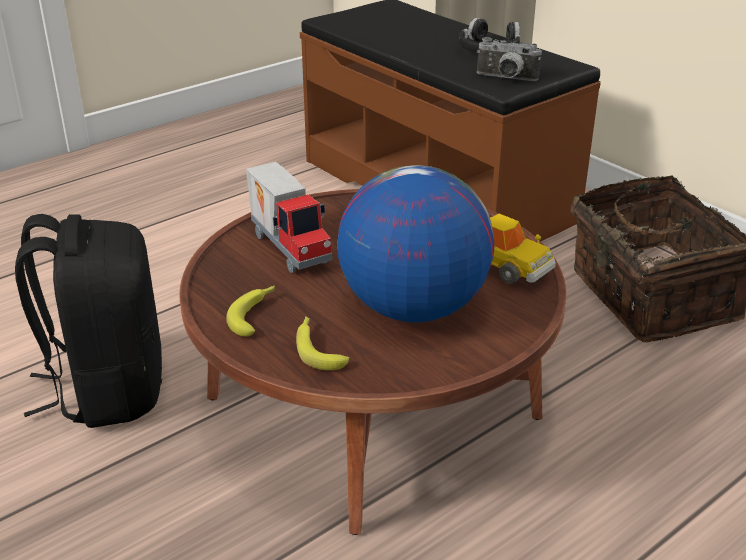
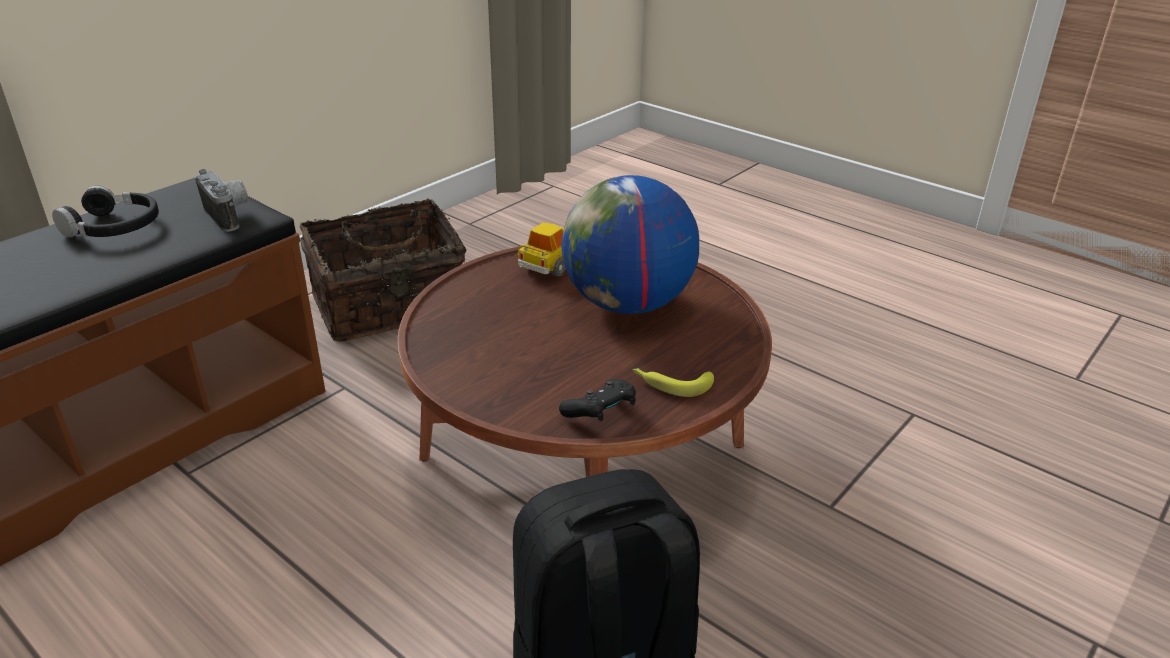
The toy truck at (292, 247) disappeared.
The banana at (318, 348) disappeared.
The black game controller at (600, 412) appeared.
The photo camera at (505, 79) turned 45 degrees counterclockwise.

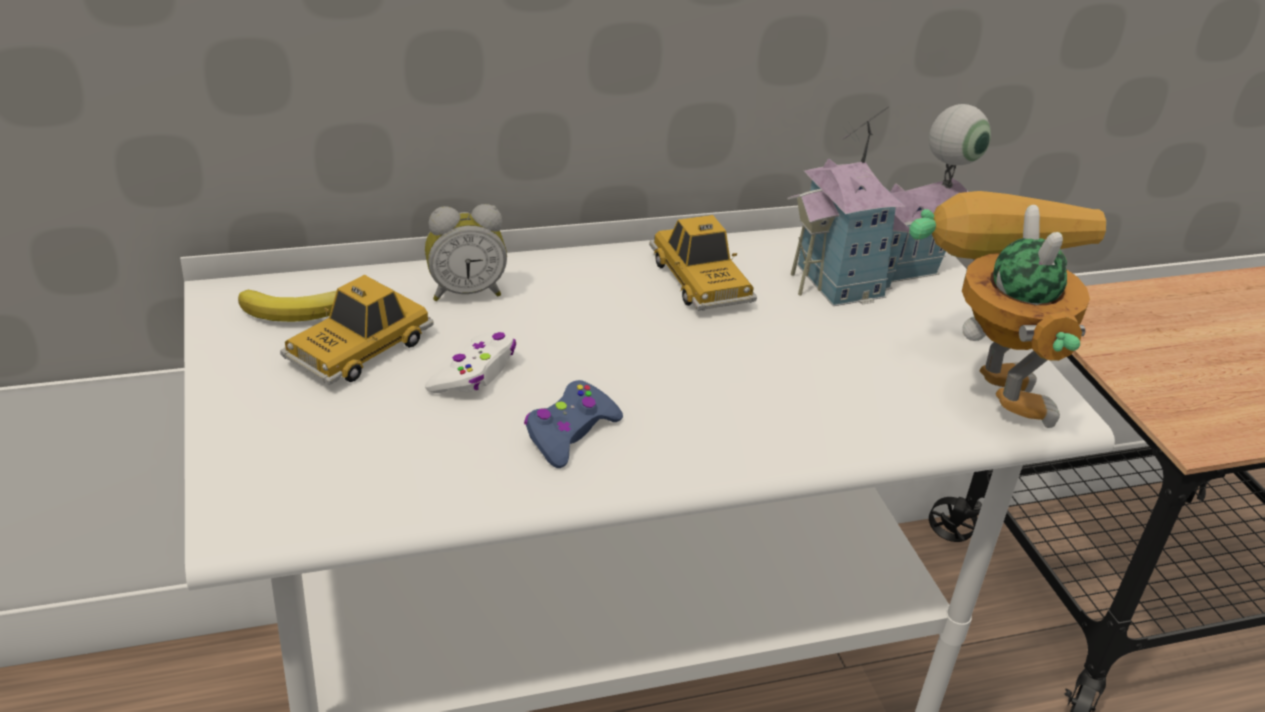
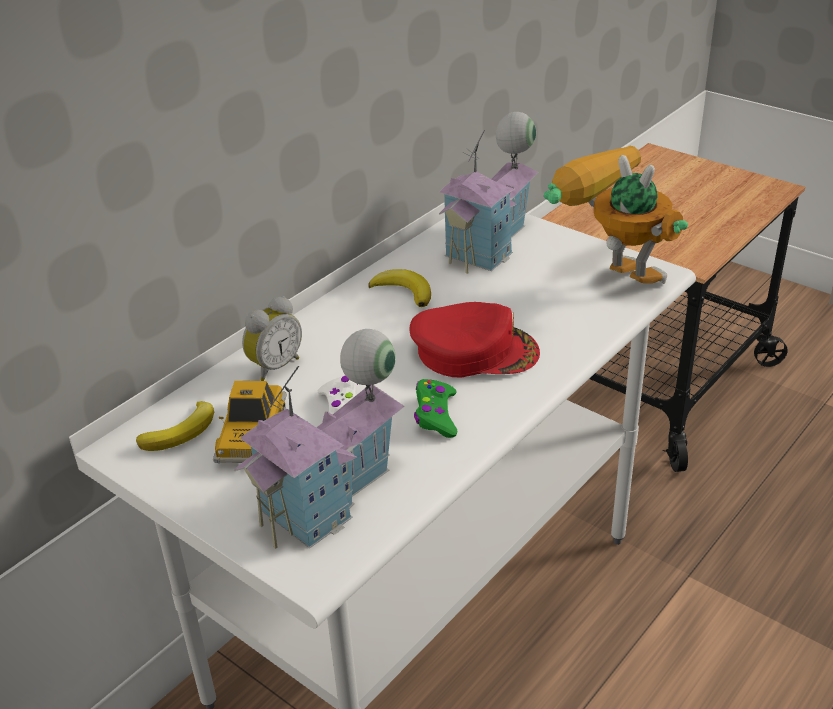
The toy house at (331, 497) appeared.
The red cap at (474, 350) appeared.
The toy car at (700, 281) was replaced by the banana at (404, 291).
The blue game controller at (569, 433) became the green game controller at (436, 415).

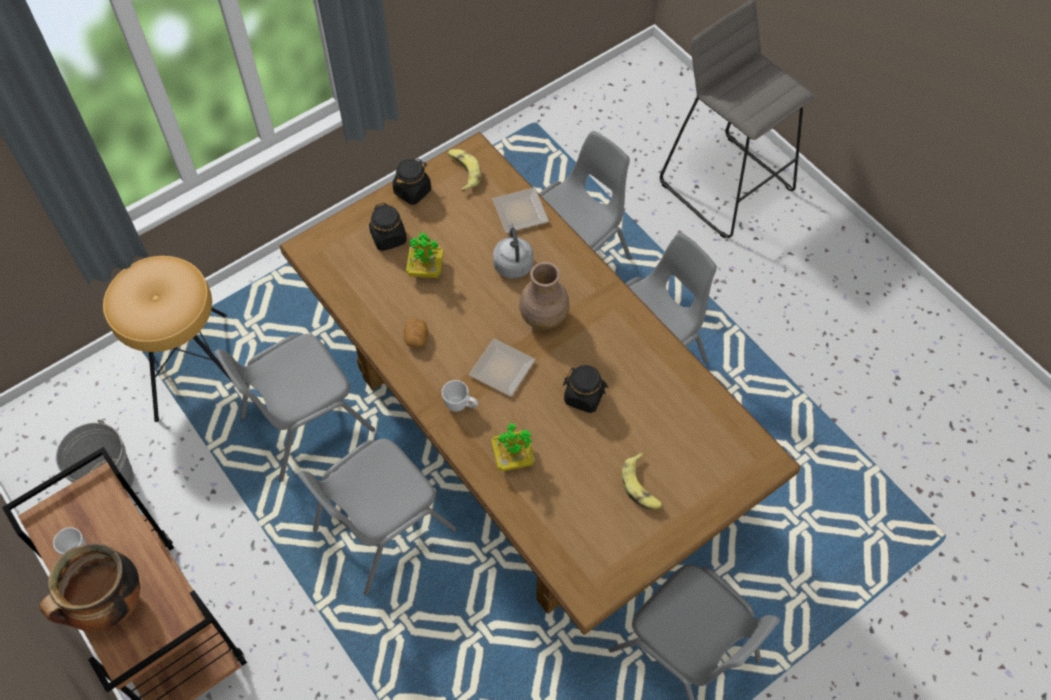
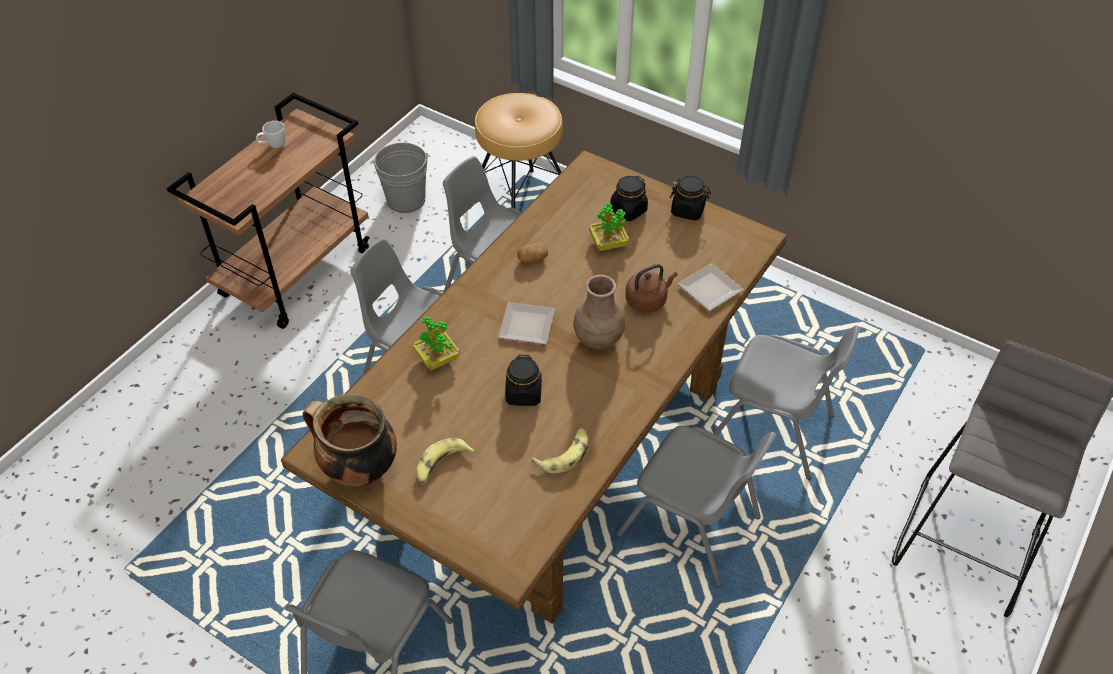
The white mug at (461, 406) disappeared.
The cooking pot moved from (109, 606) to (358, 470).
The banana moved from (463, 172) to (565, 454).
The grey kettle at (513, 263) became the brown kettle at (647, 300).

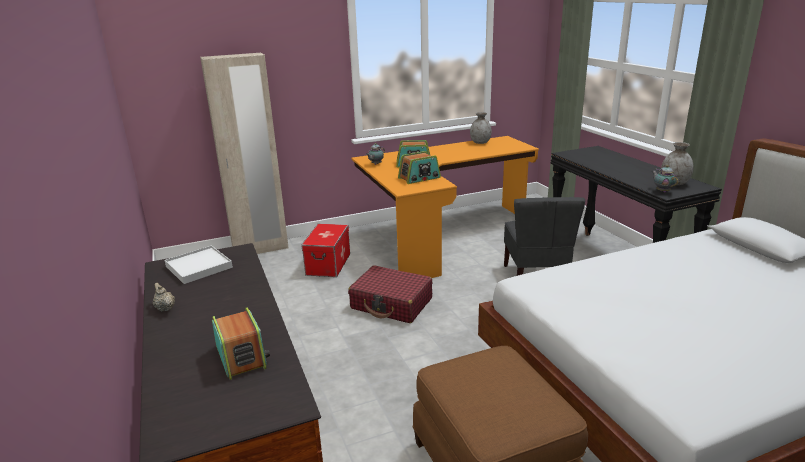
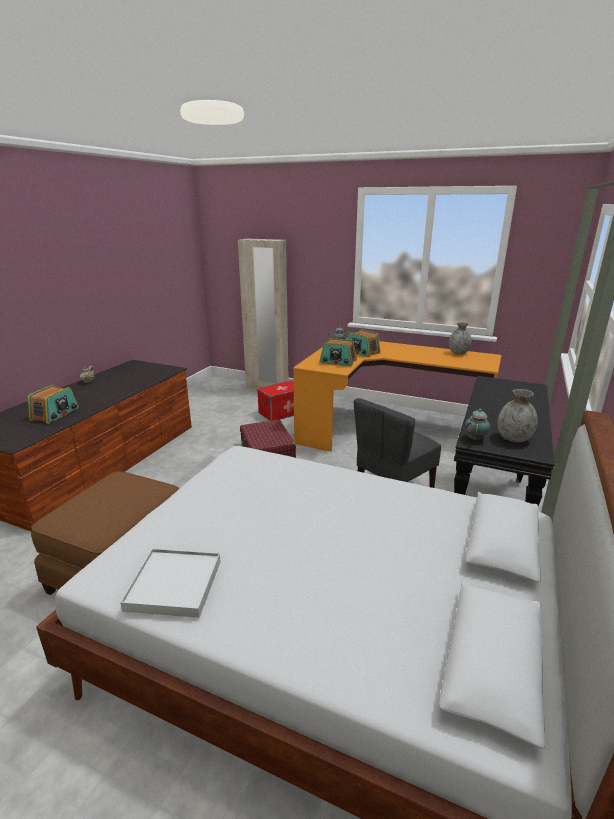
The white tray moved from (199, 267) to (174, 585).

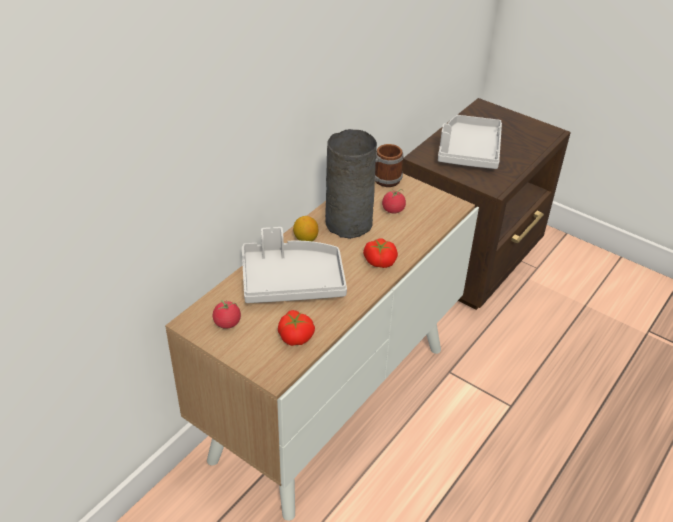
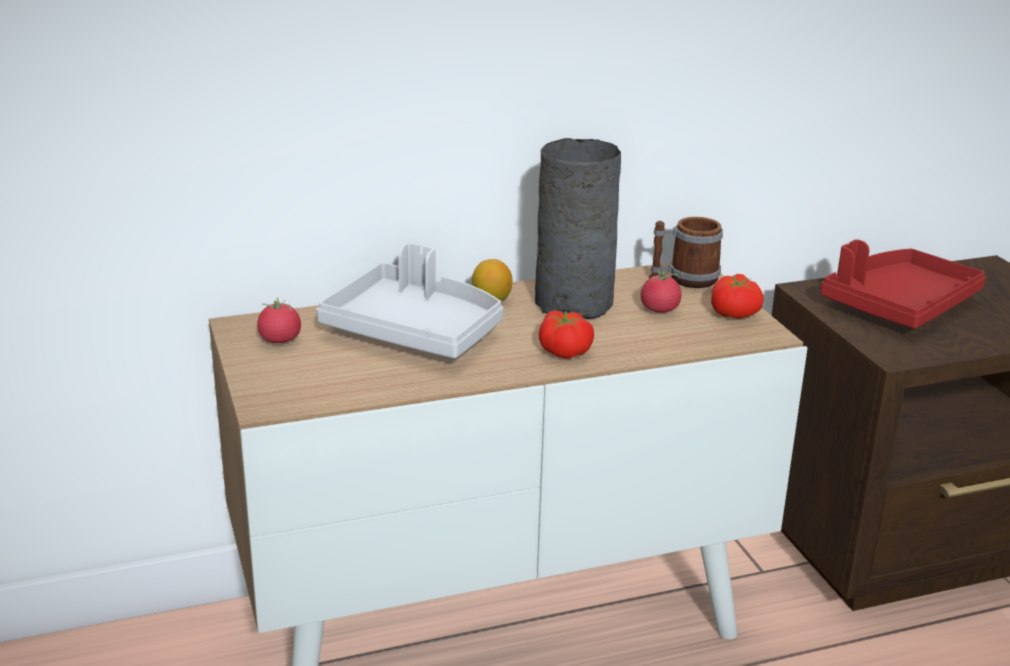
The tomato moved from (296, 336) to (735, 313).
The grey tray at (468, 151) became the red tray at (898, 305).

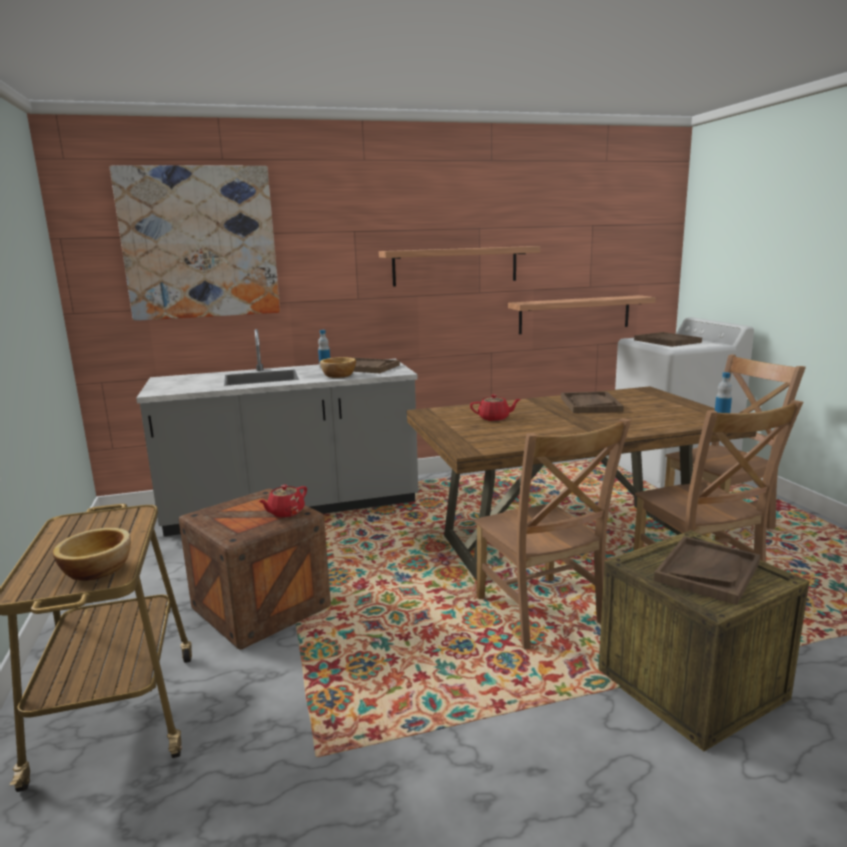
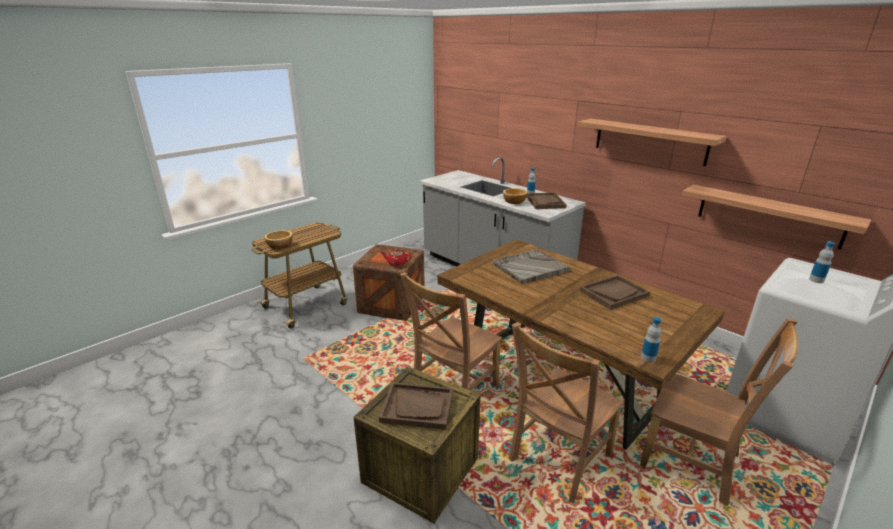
The picture at (200, 243) disappeared.
The red teapot at (494, 418) was replaced by the grey tray at (529, 267).
The brown tray at (667, 341) was replaced by the bottle at (816, 280).

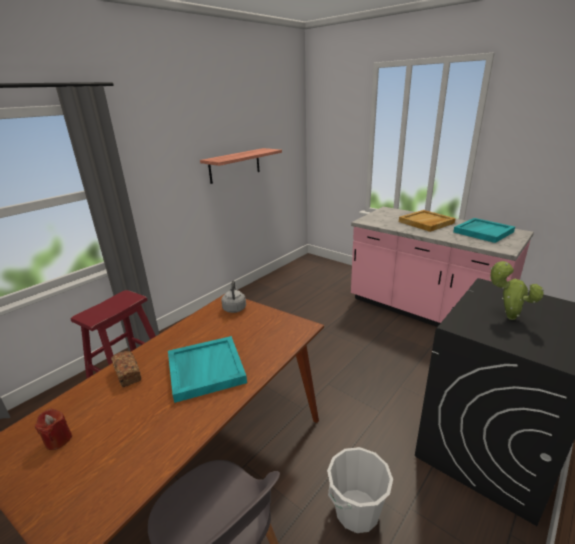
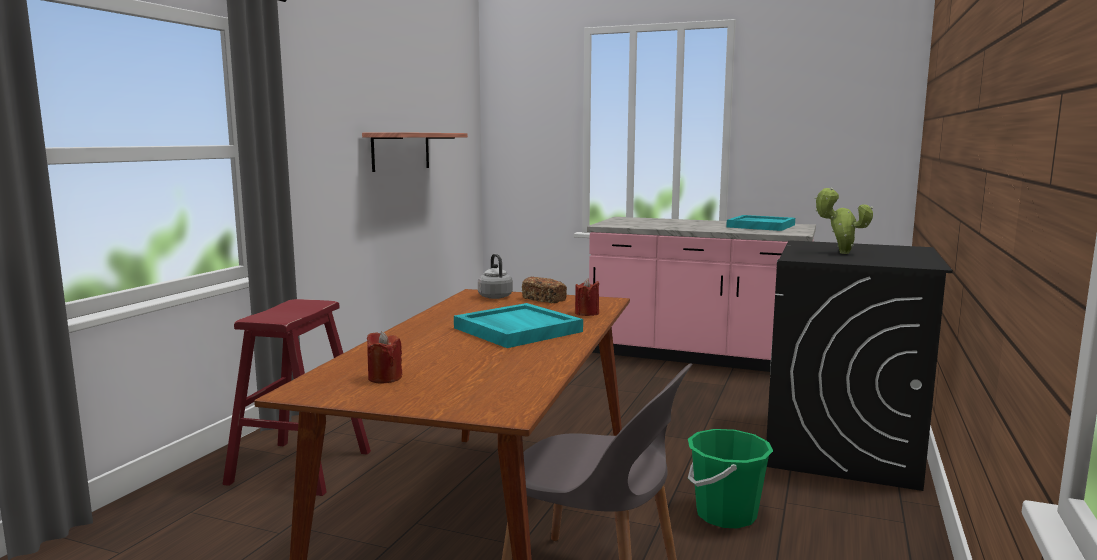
The beige tray at (426, 222) disappeared.
The red candle at (587, 313) appeared.
The bread moved from (128, 374) to (544, 299).
The white bucket at (356, 511) became the green bucket at (725, 514).

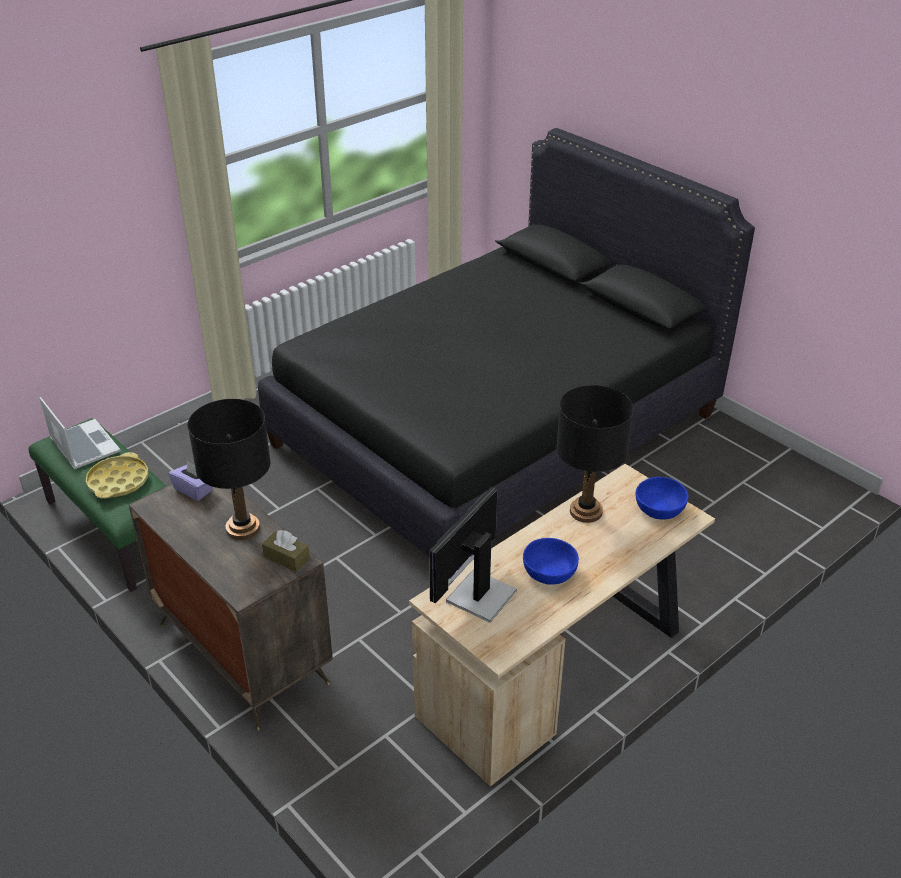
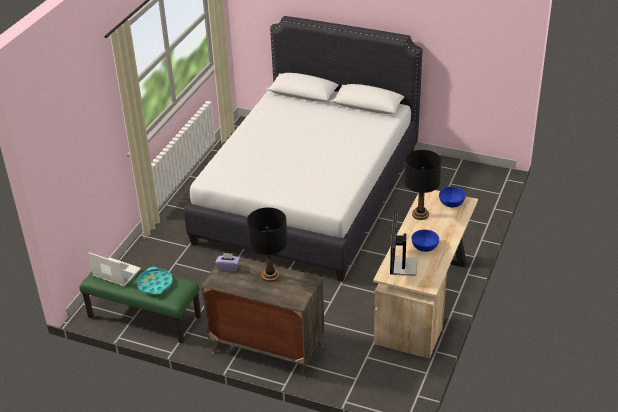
The brown tissue box at (286, 558) disappeared.
The yellow tray at (118, 481) became the turquoise tray at (155, 284).
The black bed at (495, 428) became the white bed at (308, 196).

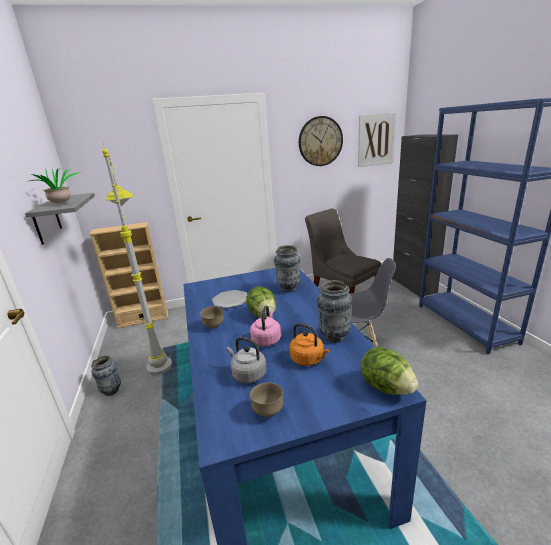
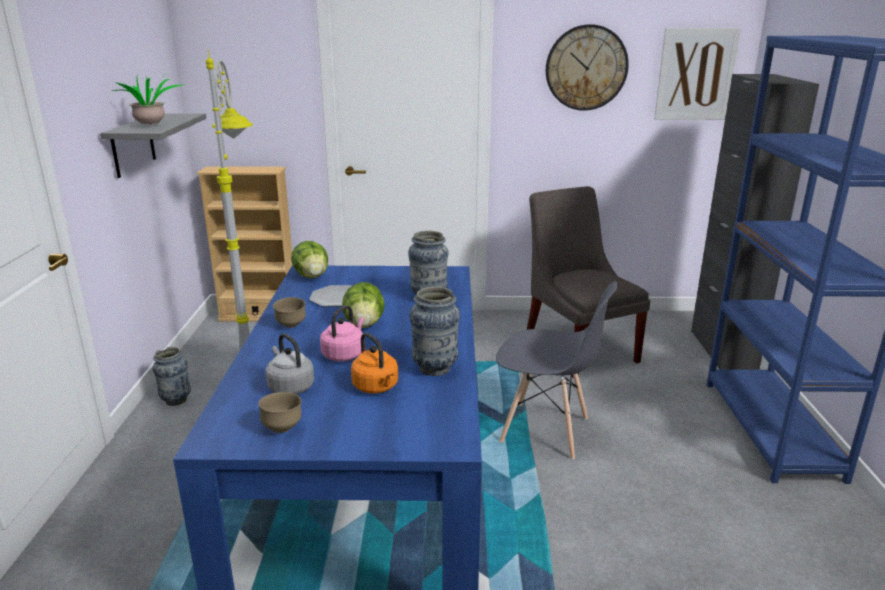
The lettuce moved from (386, 387) to (312, 276).

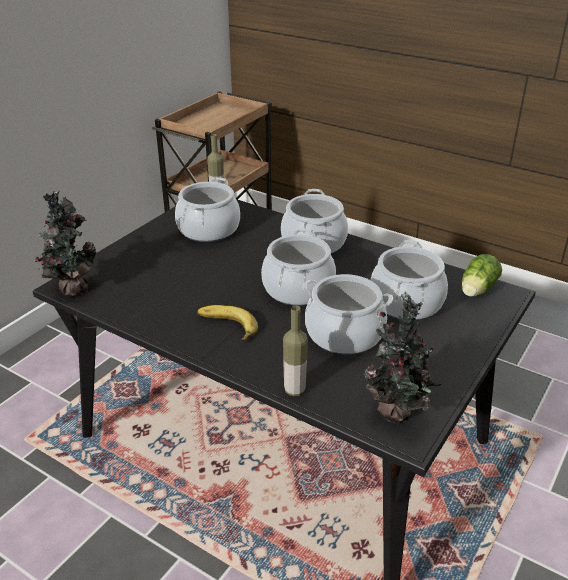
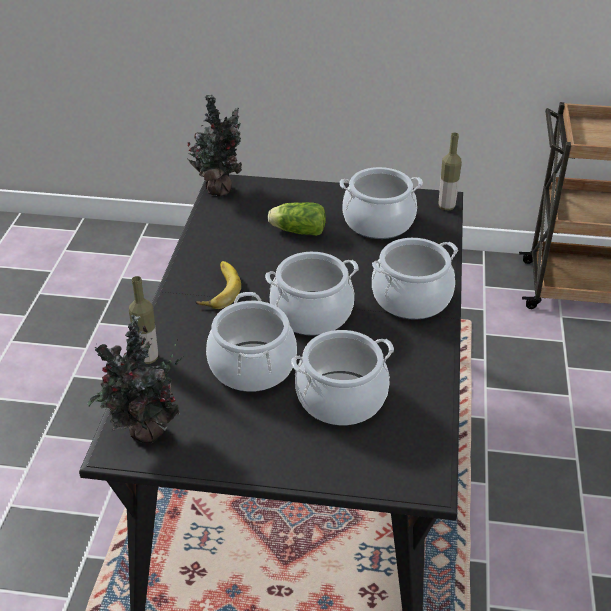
The lettuce moved from (476, 290) to (296, 231).

